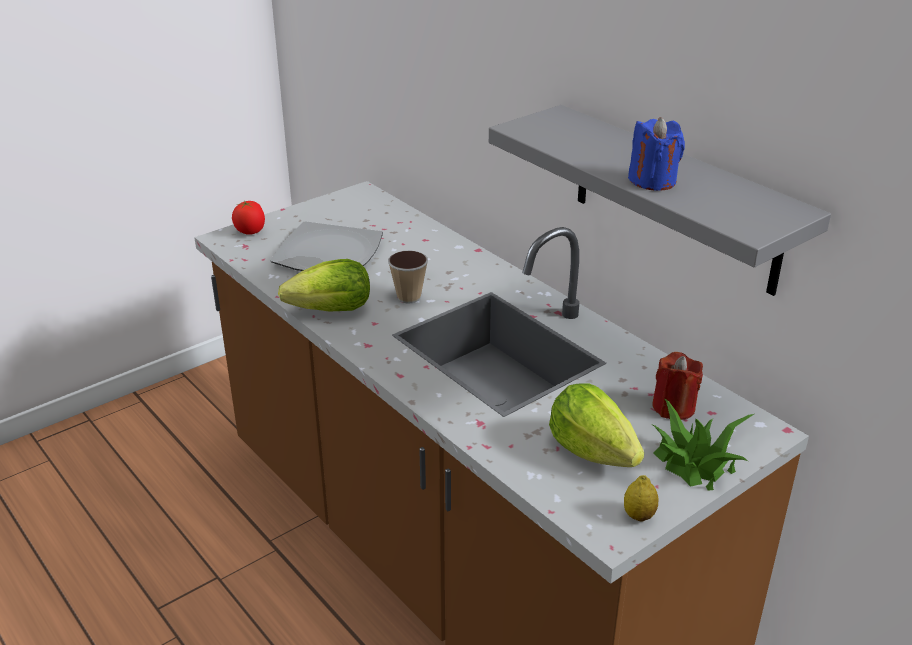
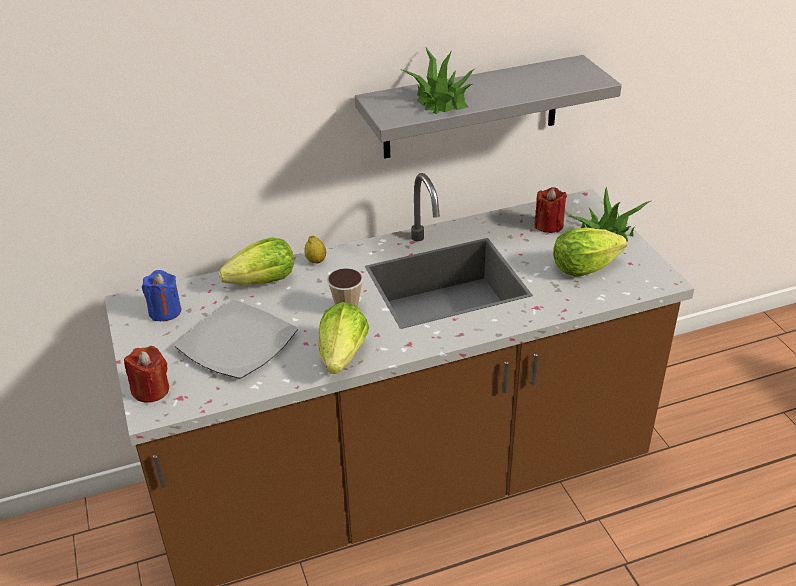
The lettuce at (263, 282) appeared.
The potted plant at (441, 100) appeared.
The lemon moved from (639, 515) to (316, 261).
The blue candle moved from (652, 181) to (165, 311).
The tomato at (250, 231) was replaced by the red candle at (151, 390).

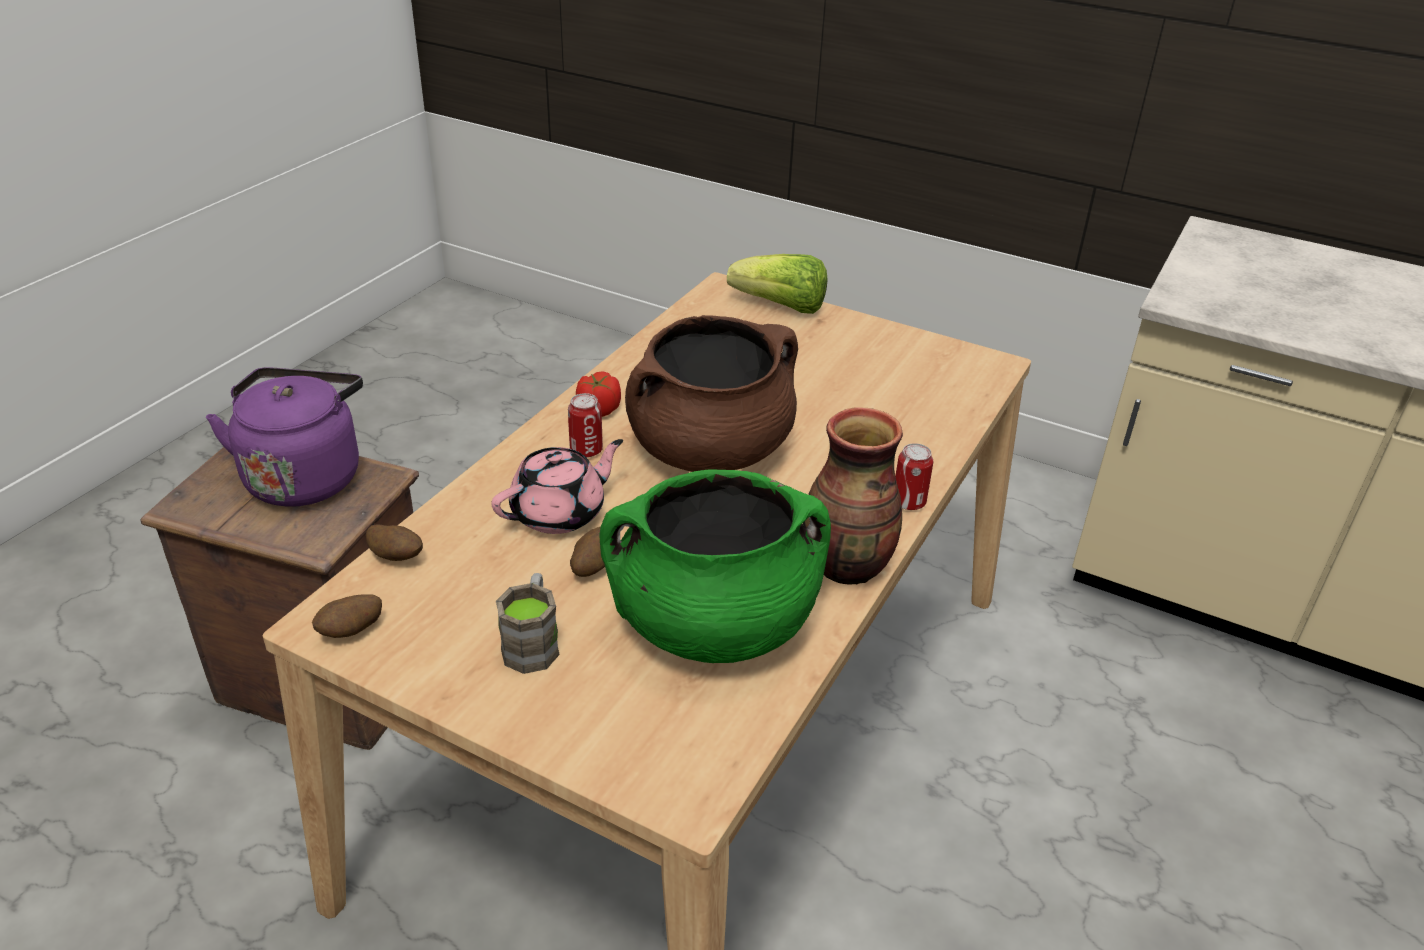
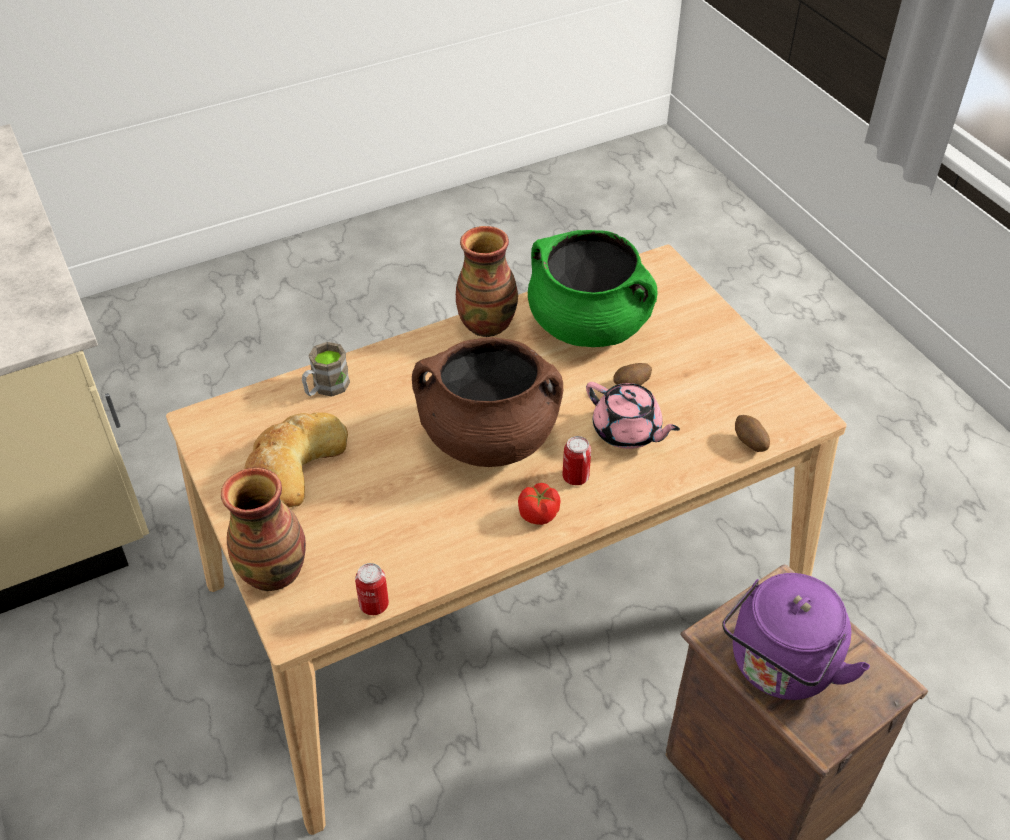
The potato at (351, 632) disappeared.
The bread at (292, 465) appeared.
The brown mug moved from (533, 642) to (325, 388).
The can moved from (908, 502) to (374, 604).
The lettuce at (781, 307) was replaced by the vase at (274, 571).
The pink teapot at (560, 512) turned 135 degrees counterclockwise.

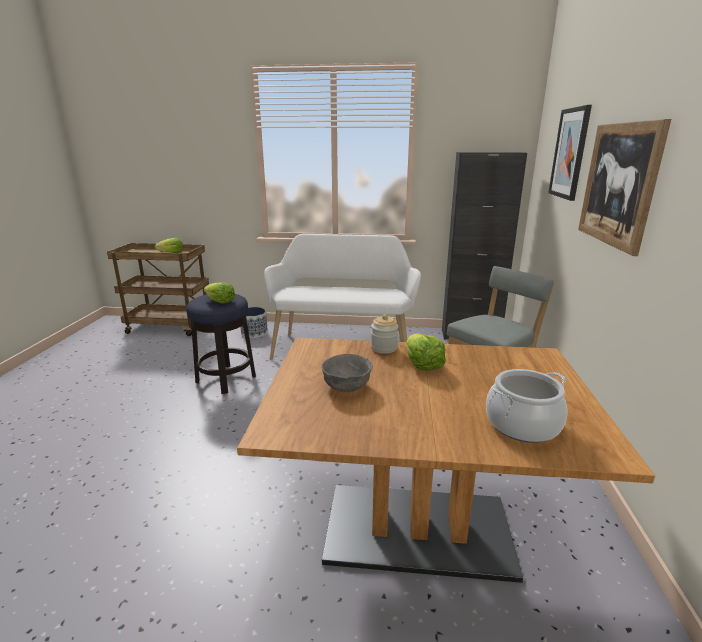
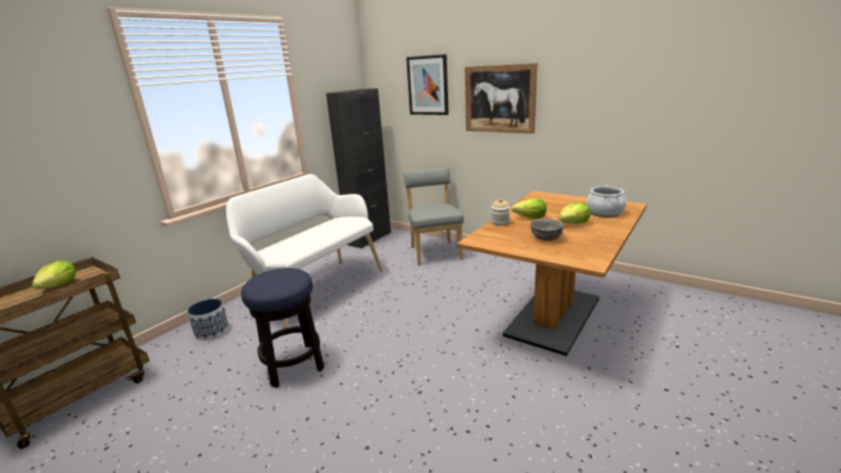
The lettuce moved from (220, 301) to (573, 223).

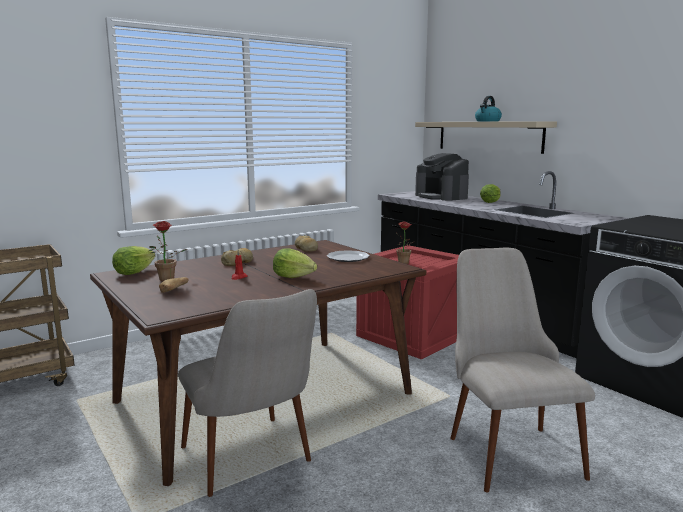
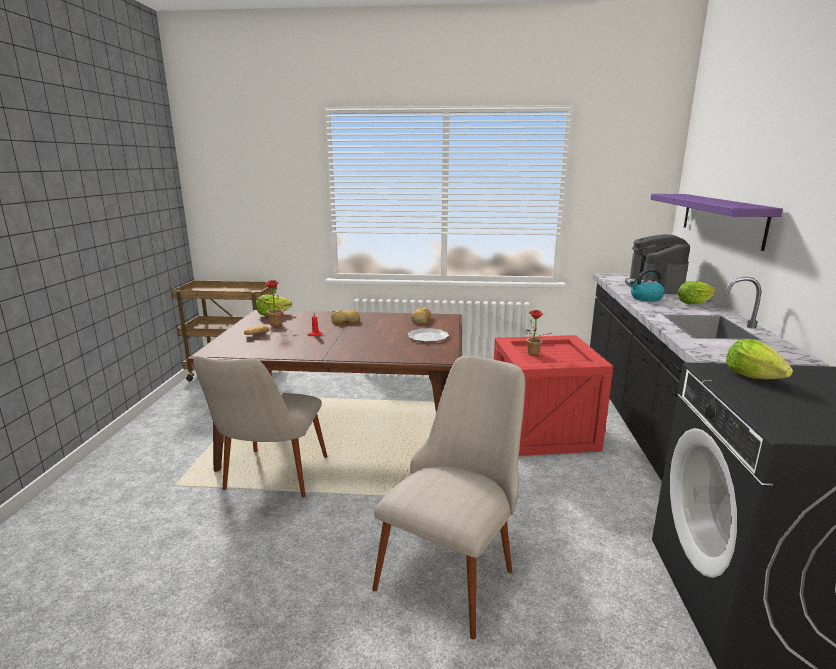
The lettuce moved from (293, 277) to (752, 377).
The kettle moved from (487, 121) to (645, 298).
The beige shelf at (488, 136) became the purple shelf at (721, 218).

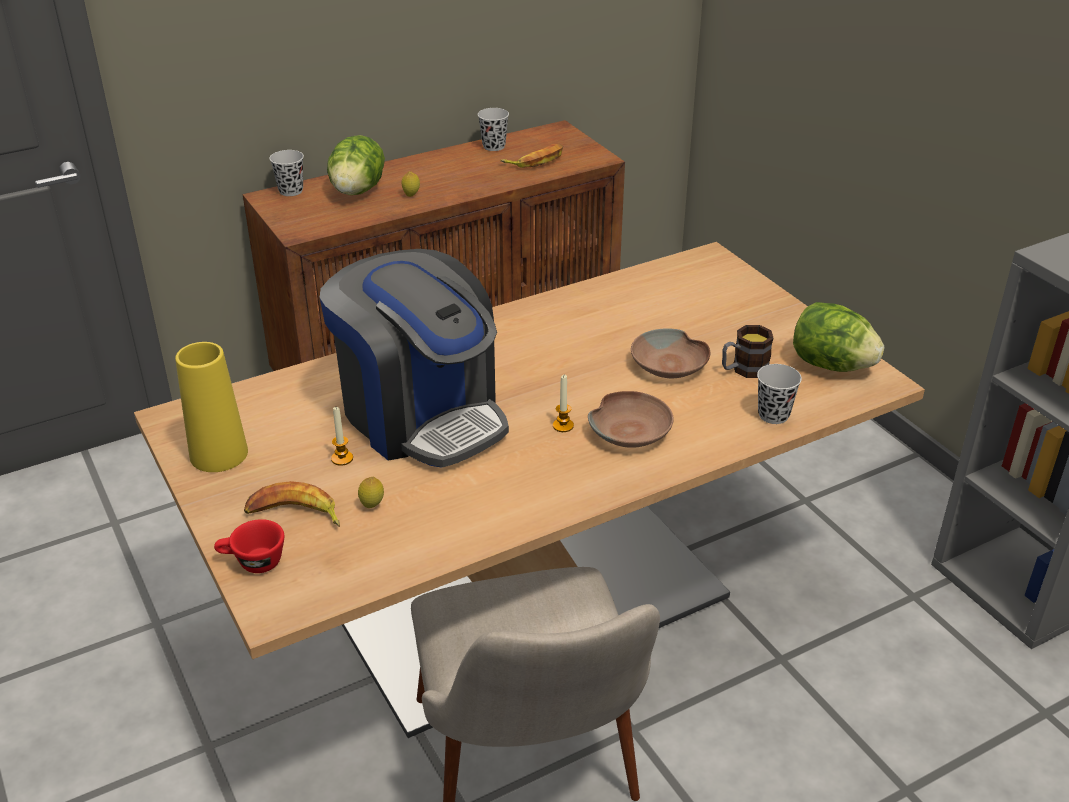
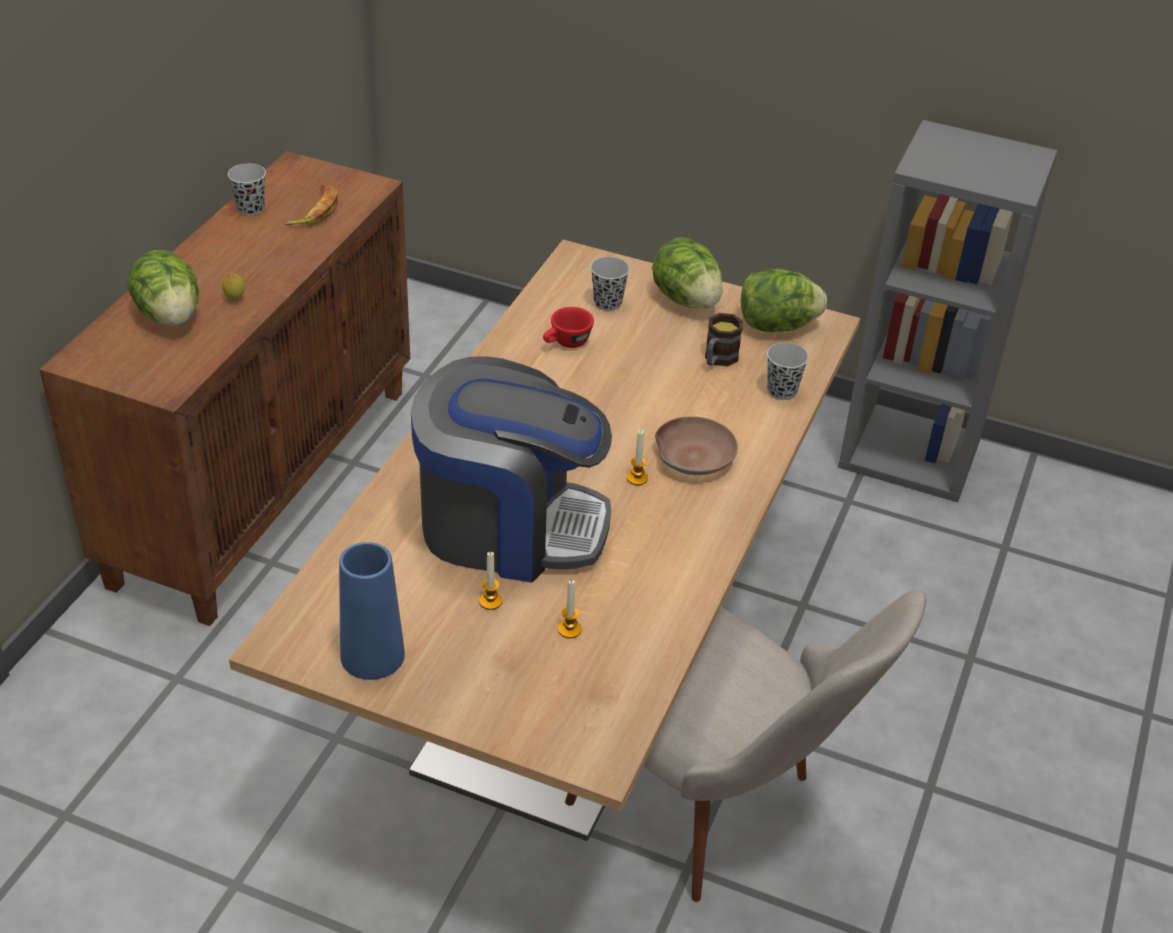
The banana at (294, 514) disappeared.
The brown bowl at (670, 366) disappeared.
The lettuce at (686, 300) appeared.
The red cup moved from (252, 563) to (566, 343).
The black cup moved from (291, 191) to (608, 303).
The lemon at (372, 506) was replaced by the candle at (569, 629).
The yellow vase at (219, 454) became the blue vase at (372, 655).

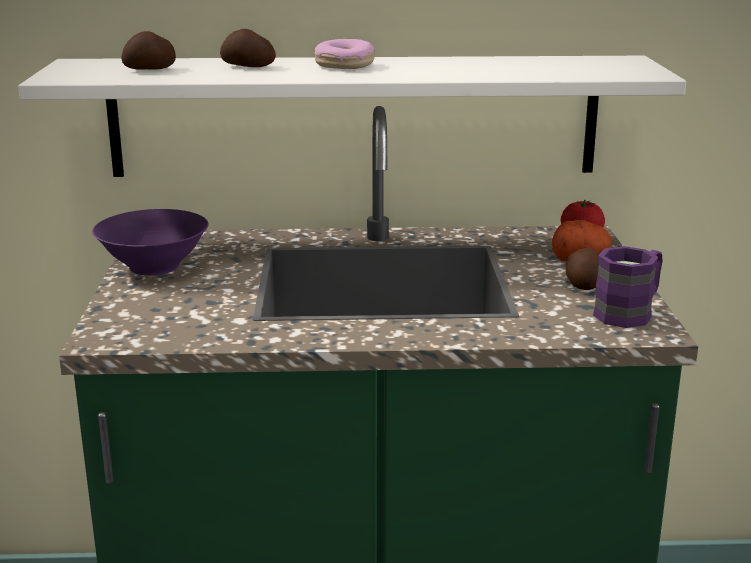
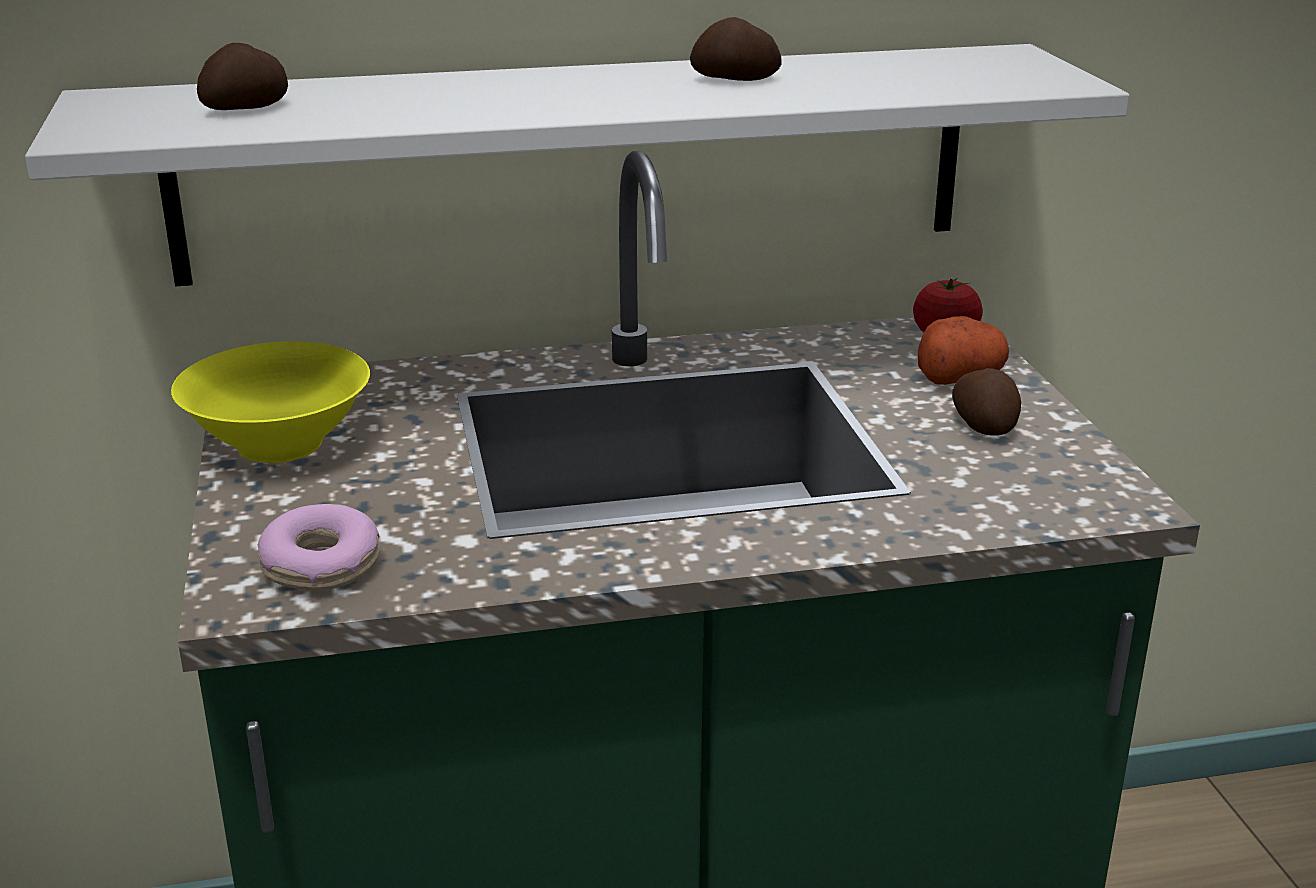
The purple mug at (630, 312) disappeared.
The potato moved from (247, 66) to (736, 79).
The donut moved from (344, 65) to (320, 566).
The purple bowl at (152, 266) became the yellow bowl at (277, 444).

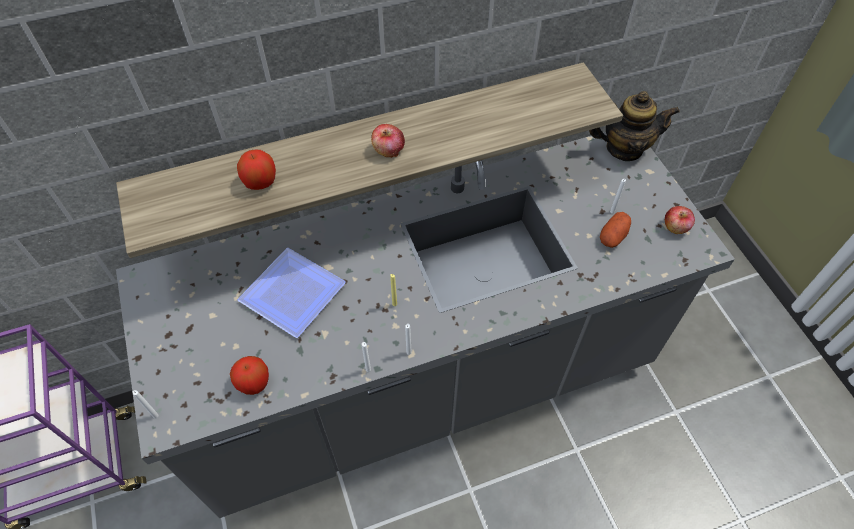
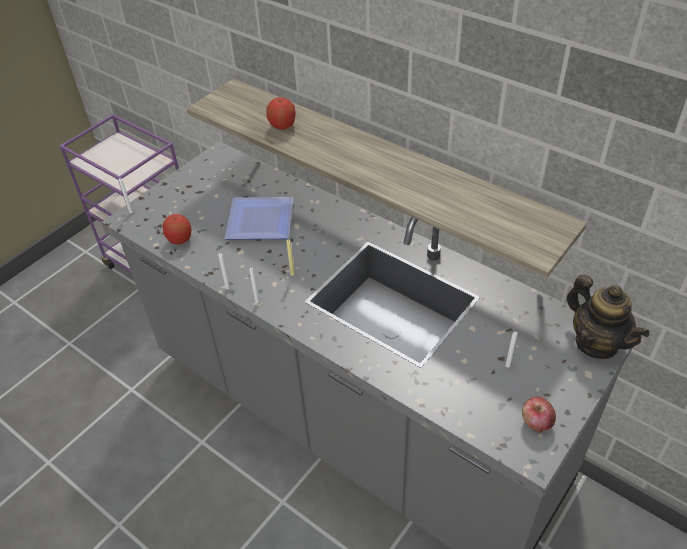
The apple at (388, 150) disappeared.
The potato at (613, 236) disappeared.

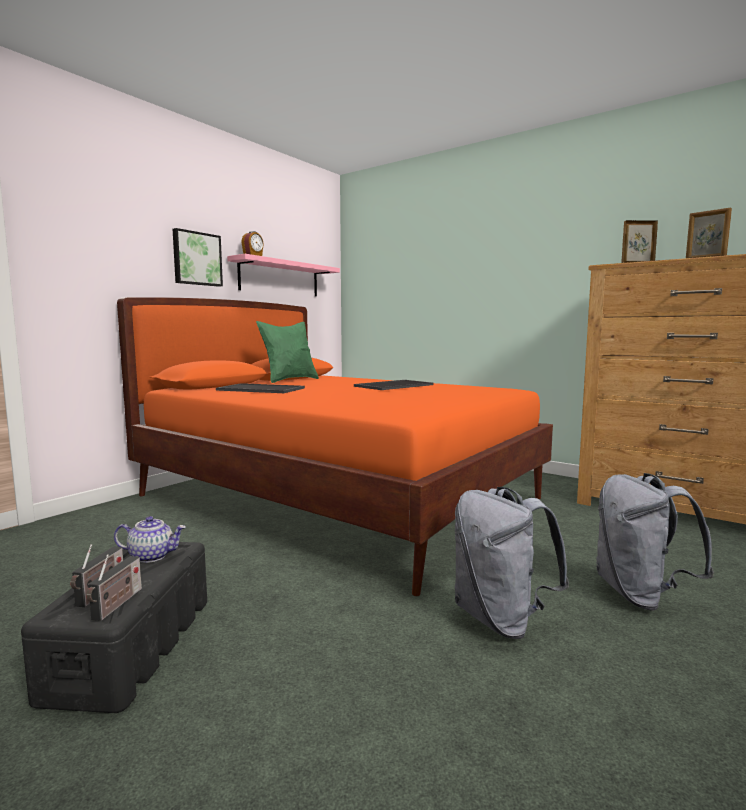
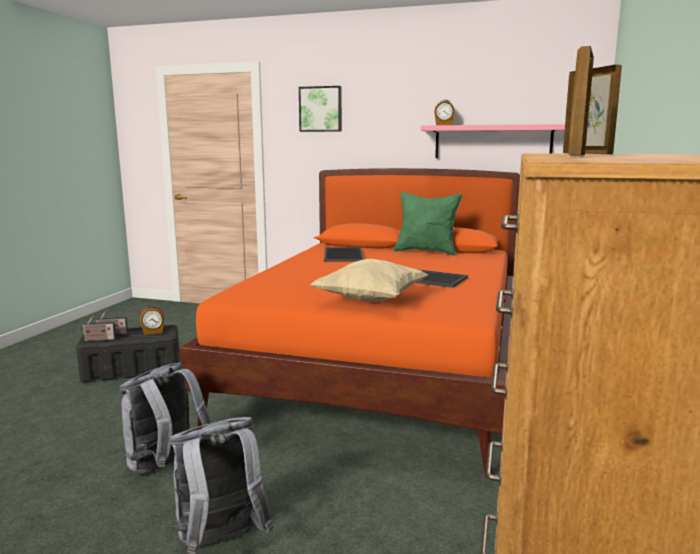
The beige pillow at (370, 300) appeared.
The picture moved from (196, 259) to (321, 109).
The teapot at (152, 556) was replaced by the alarm clock at (153, 332).

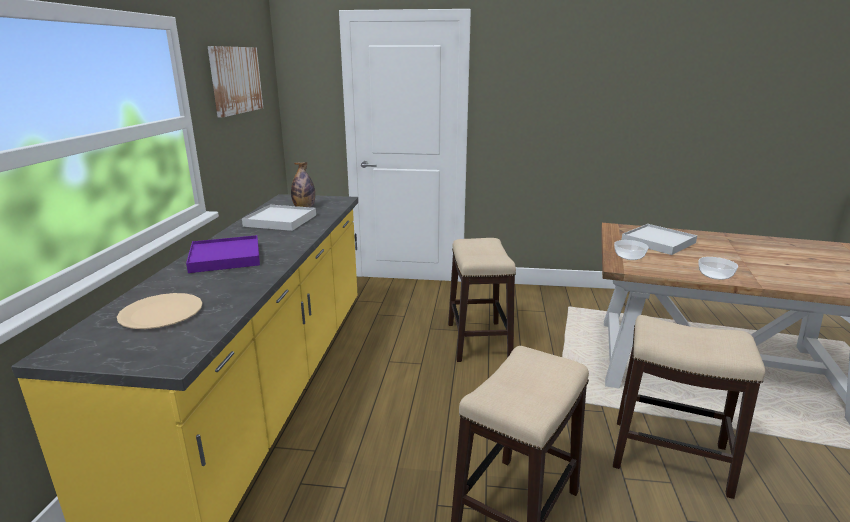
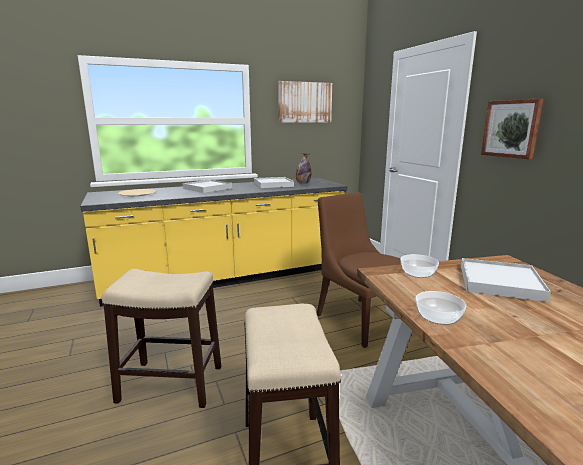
The picture at (511, 128) appeared.
The stool at (478, 340) was replaced by the brown chair at (359, 319).
The purple tray at (225, 257) became the white tray at (207, 188).

